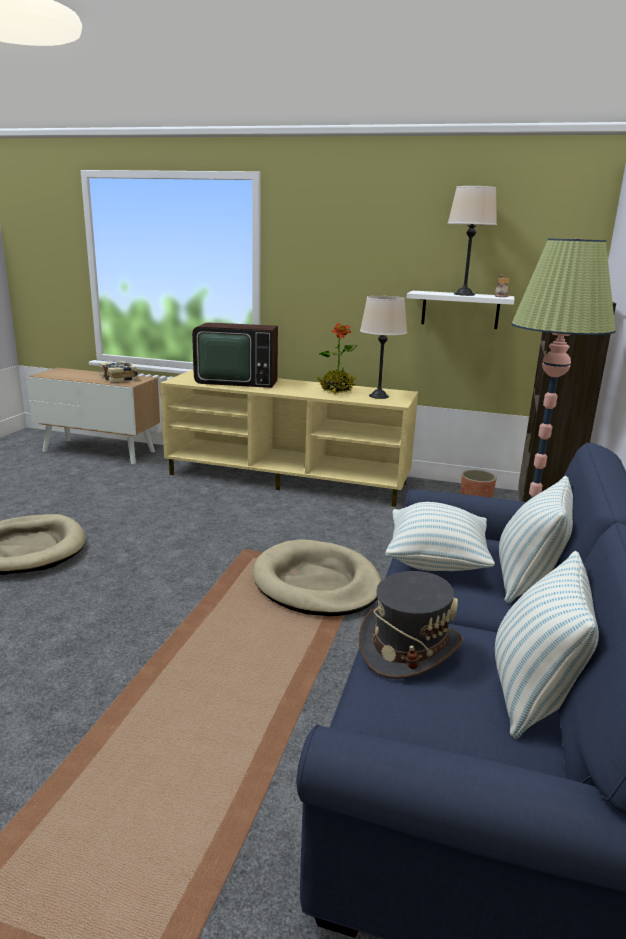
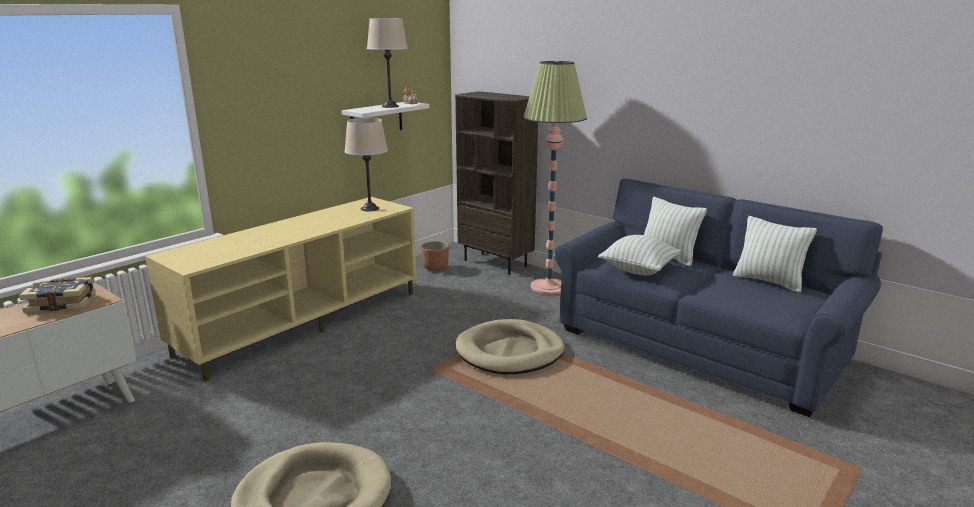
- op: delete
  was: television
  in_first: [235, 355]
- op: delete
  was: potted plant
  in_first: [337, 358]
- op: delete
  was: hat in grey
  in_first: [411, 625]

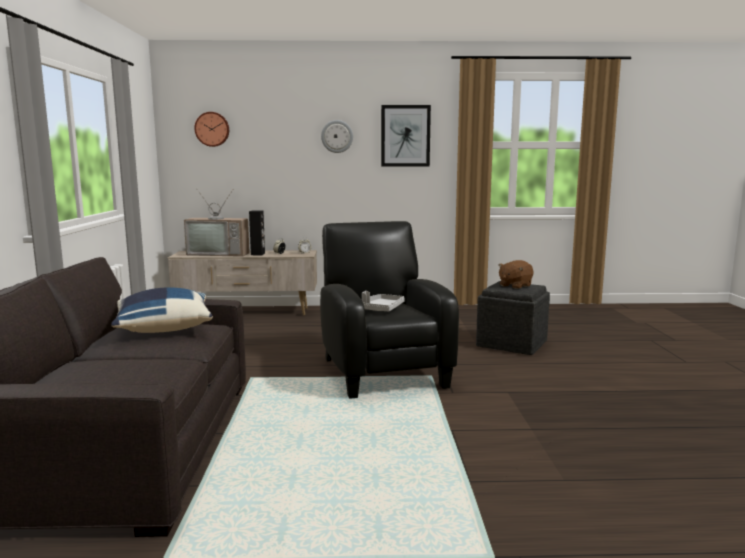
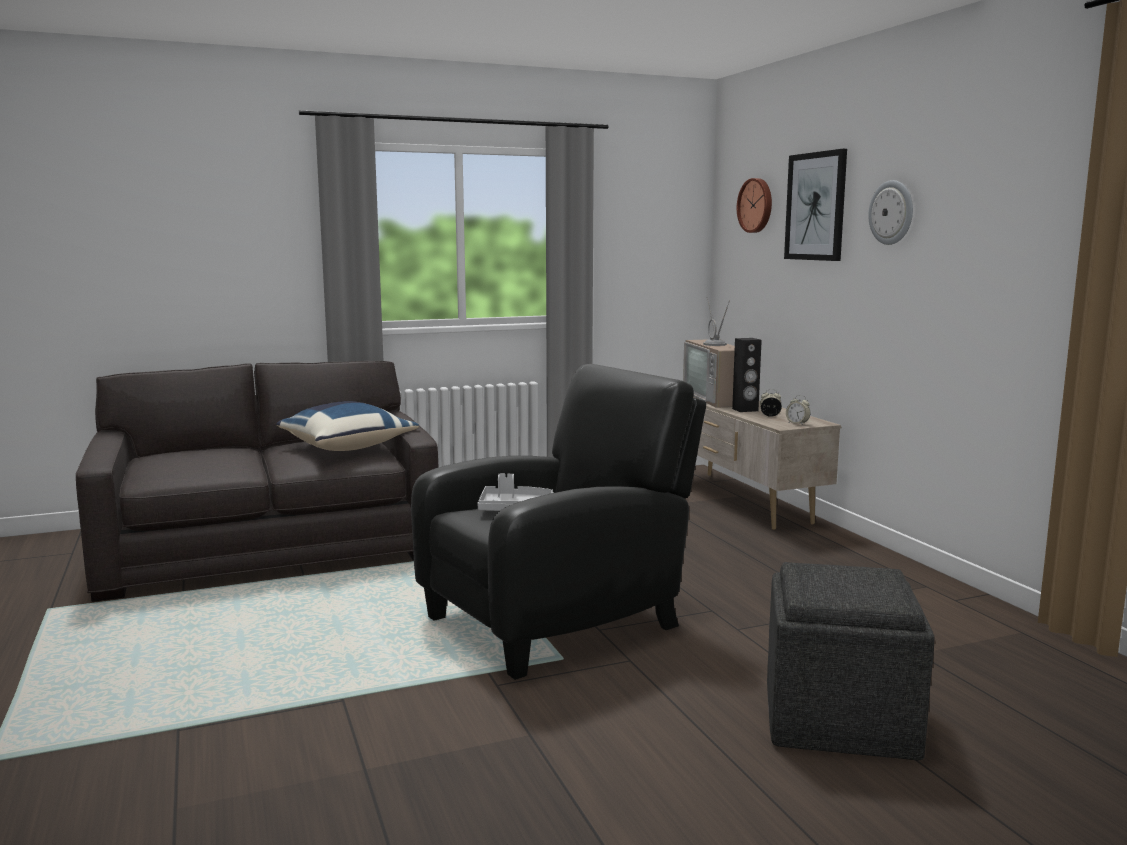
- op: move
  was: picture
  in_first: [406, 135]
  in_second: [815, 205]
- op: delete
  was: plush toy in brown
  in_first: [516, 274]

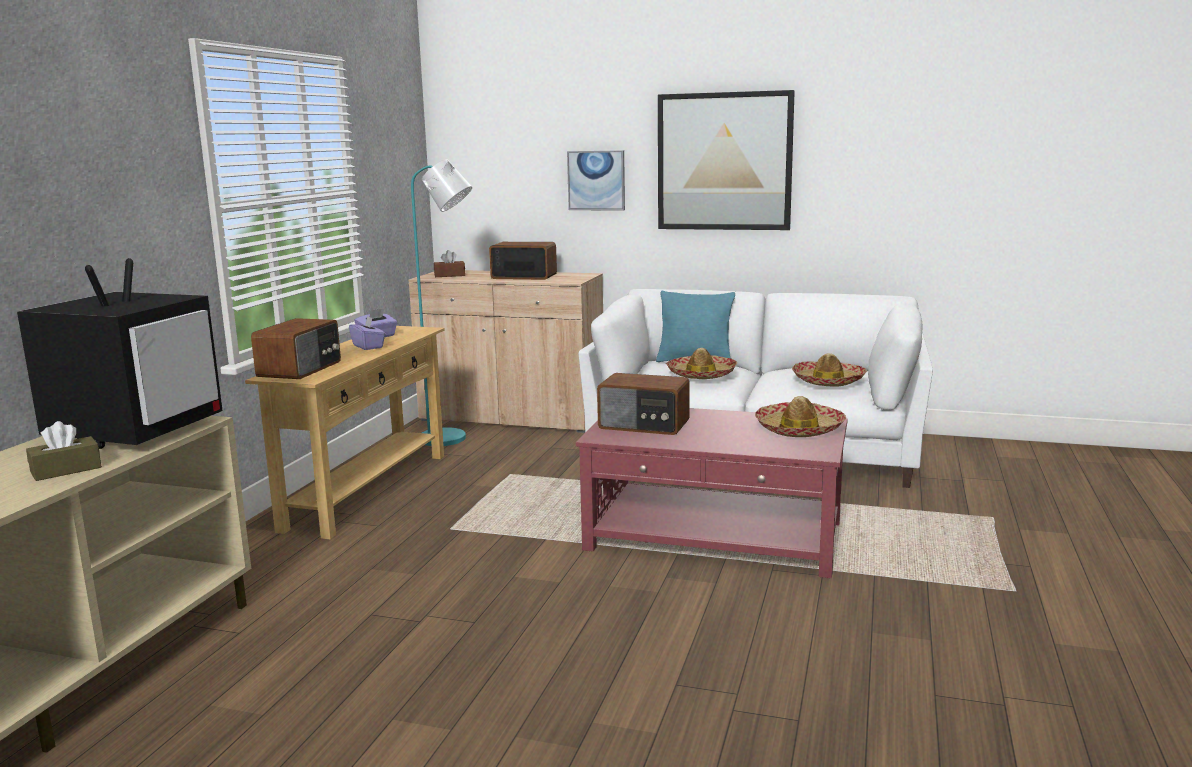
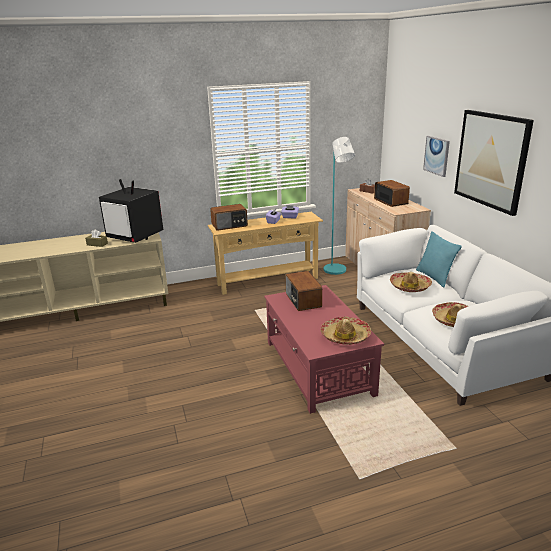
- op: rotate
  was: television
  in_first: [120, 353]
  in_second: [131, 211]
  clockwise: 45

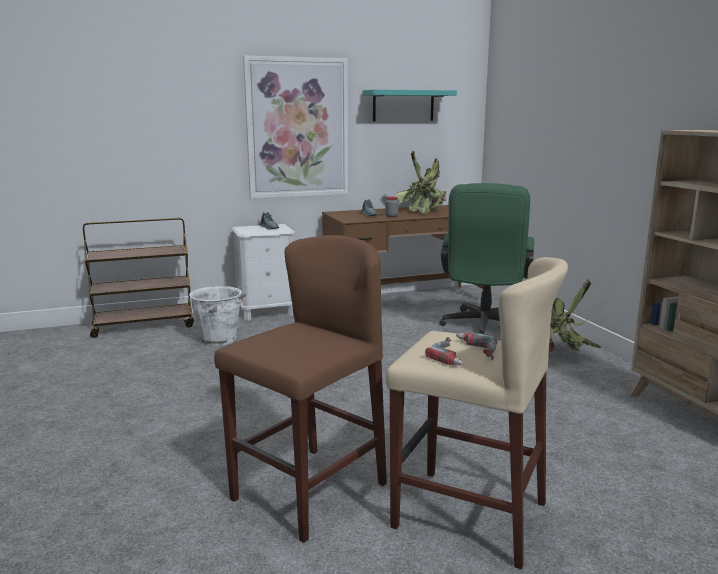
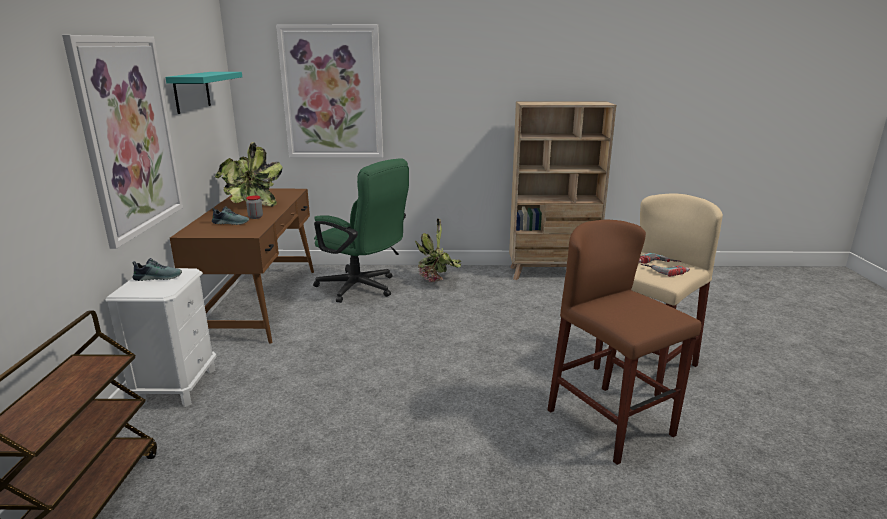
- op: delete
  was: bucket in white
  in_first: [217, 316]
- op: insert
  now: picture
  in_second: [329, 91]

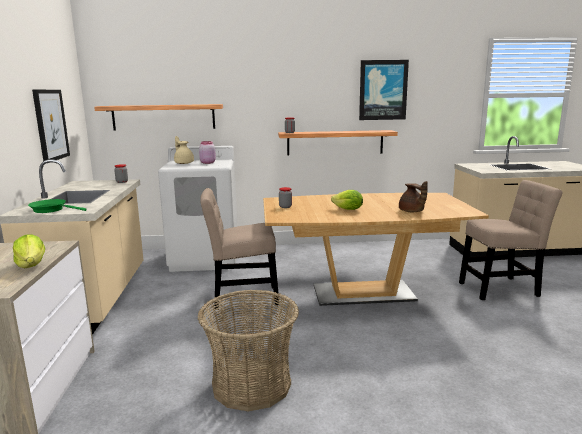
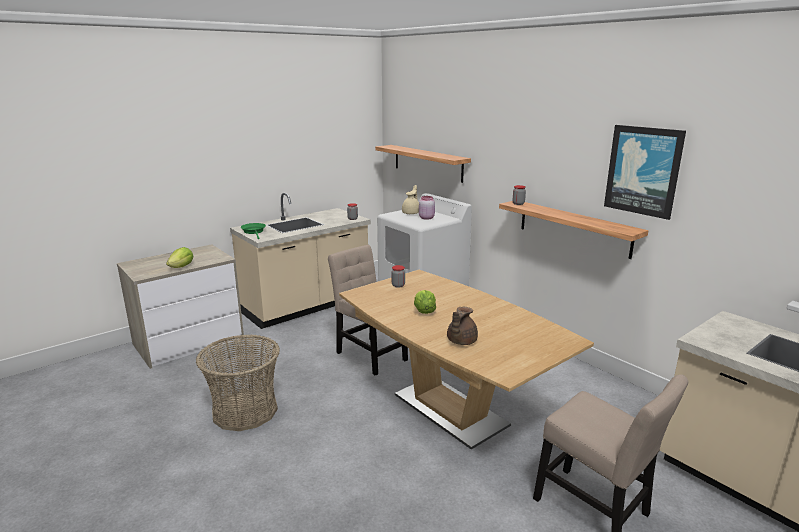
- op: delete
  was: picture
  in_first: [51, 126]

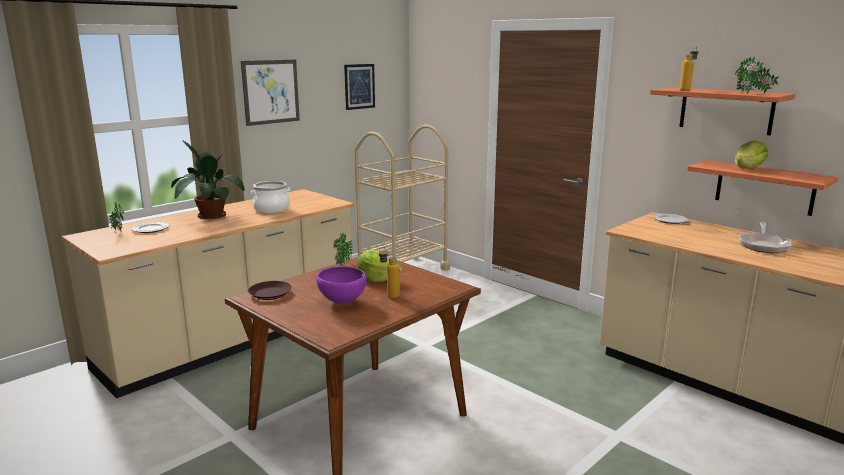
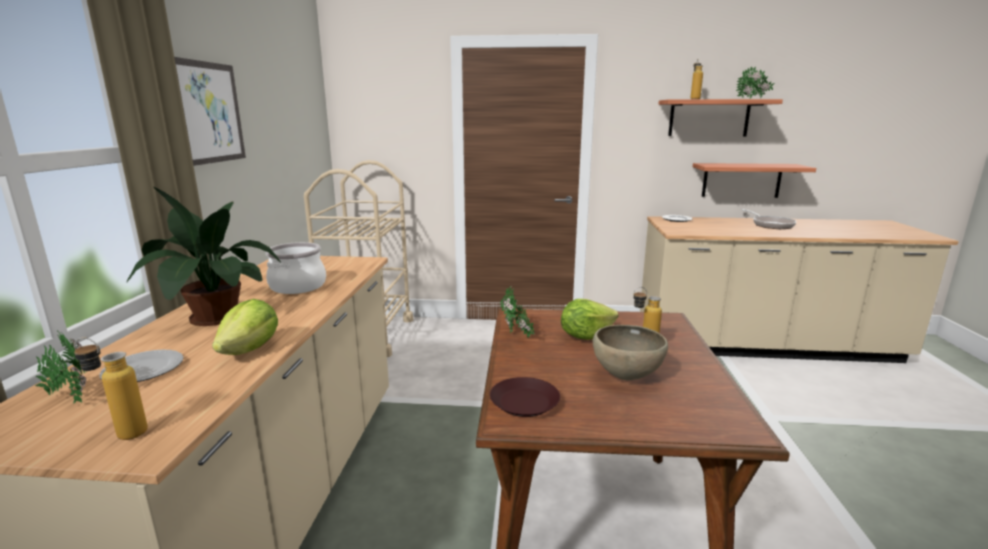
- op: recolor
  was: bowl in purple
  now: bowl in brown
  in_first: [341, 285]
  in_second: [630, 352]
- op: delete
  was: picture
  in_first: [359, 87]
- op: move
  was: lettuce
  in_first: [751, 154]
  in_second: [245, 327]
- op: insert
  now: bottle
  in_second: [111, 389]

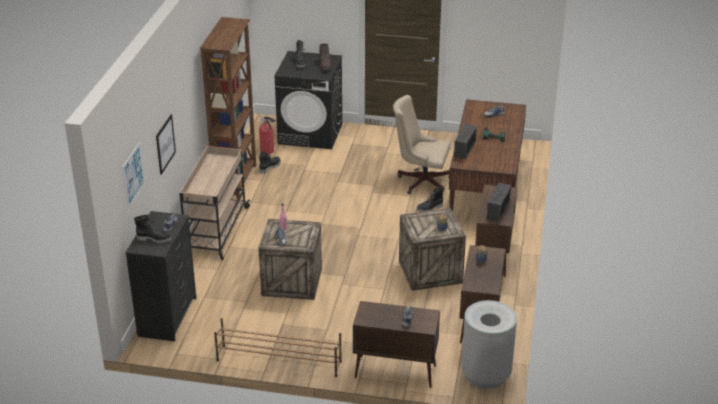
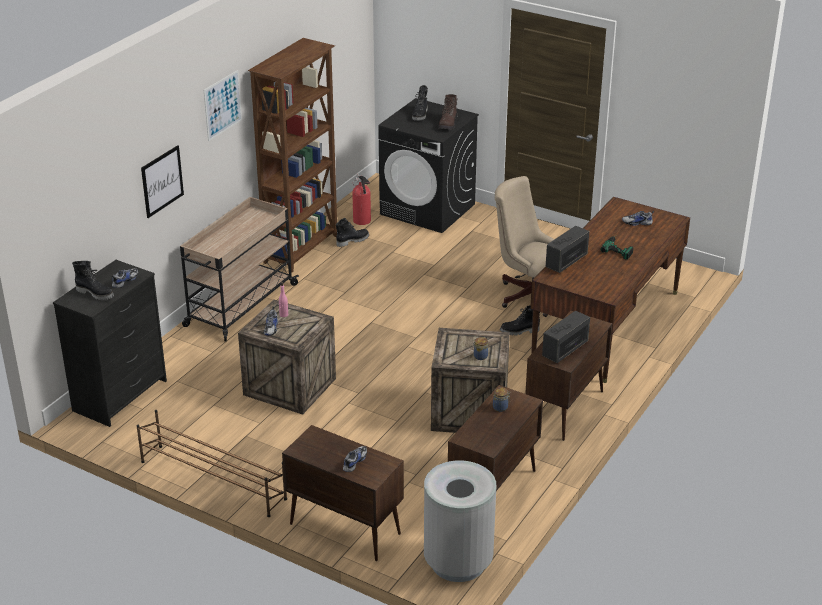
- op: move
  was: picture
  in_first: [133, 175]
  in_second: [223, 105]

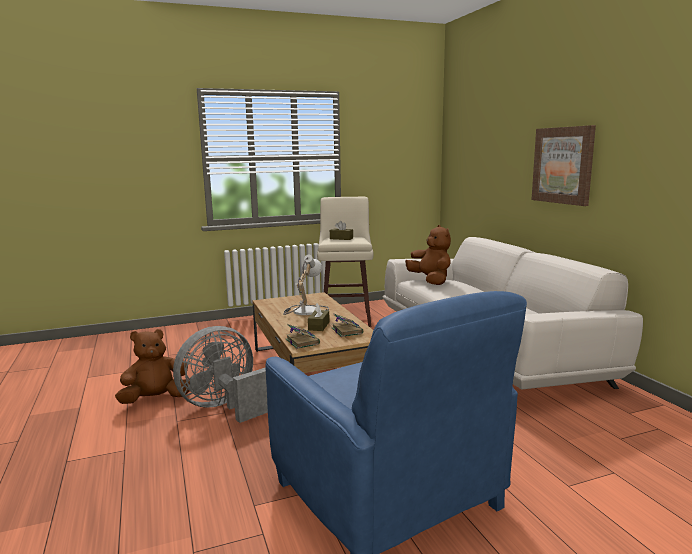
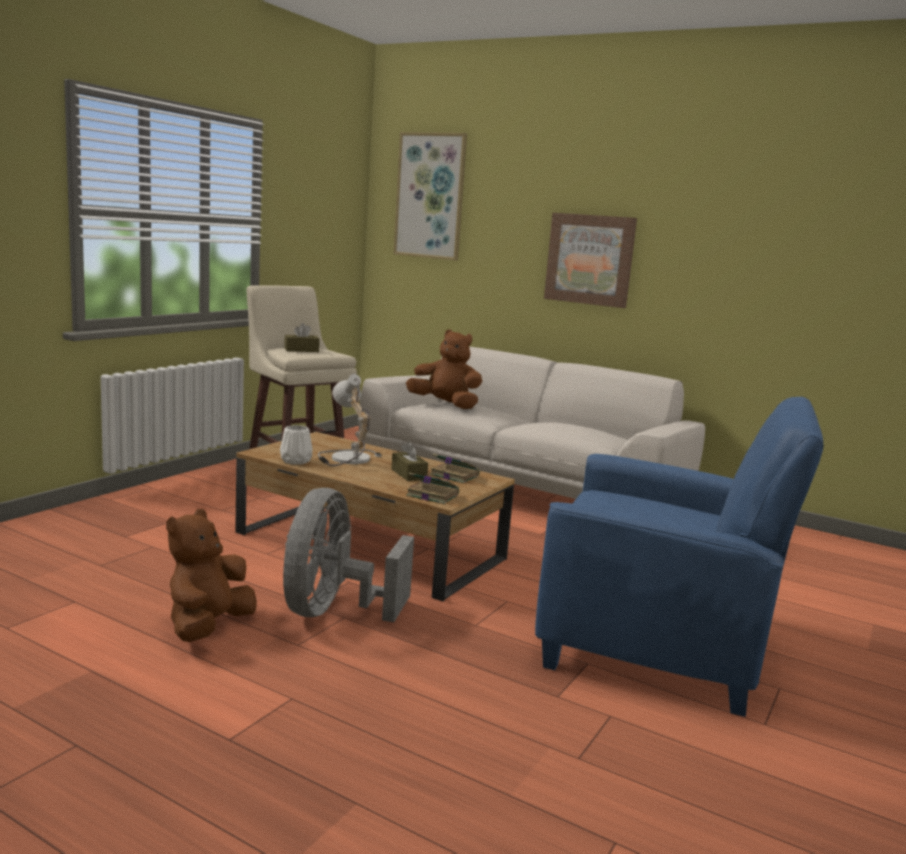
- op: insert
  now: vase in white
  in_second: [296, 445]
- op: insert
  now: picture
  in_second: [430, 196]

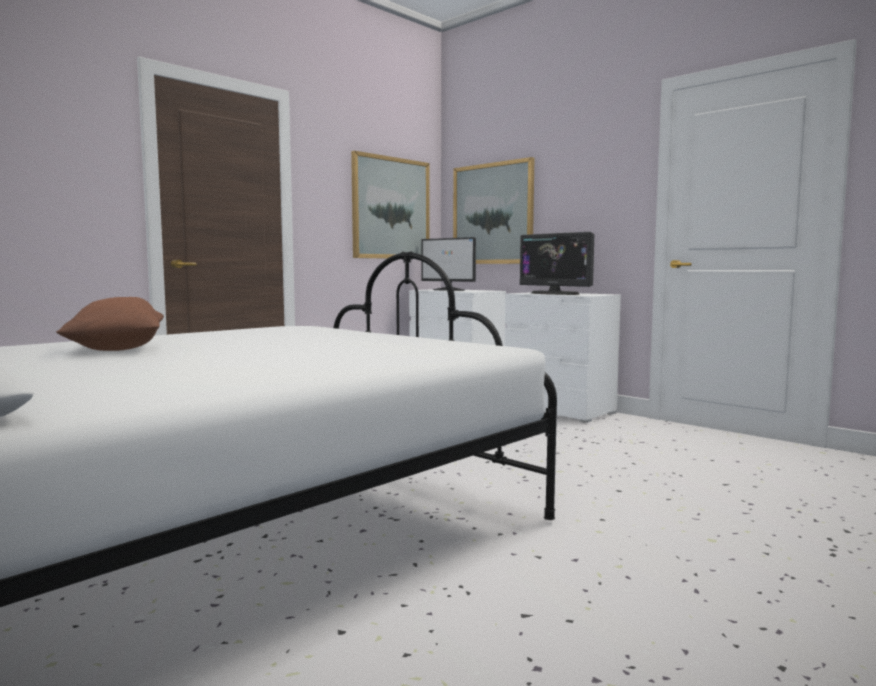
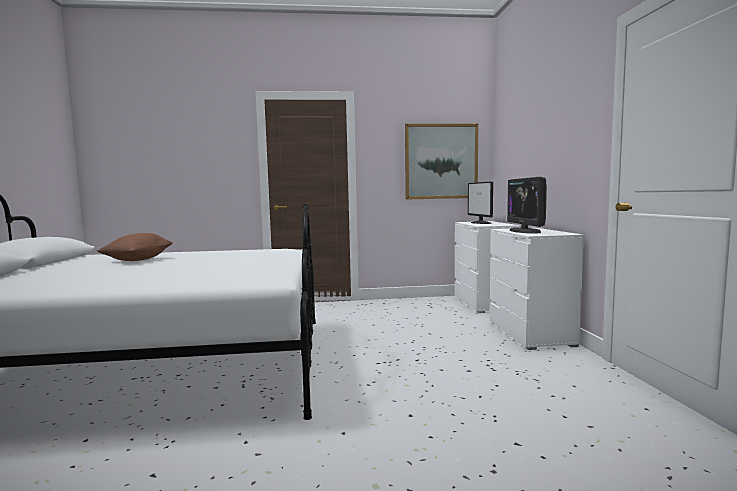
- op: delete
  was: picture
  in_first: [493, 210]

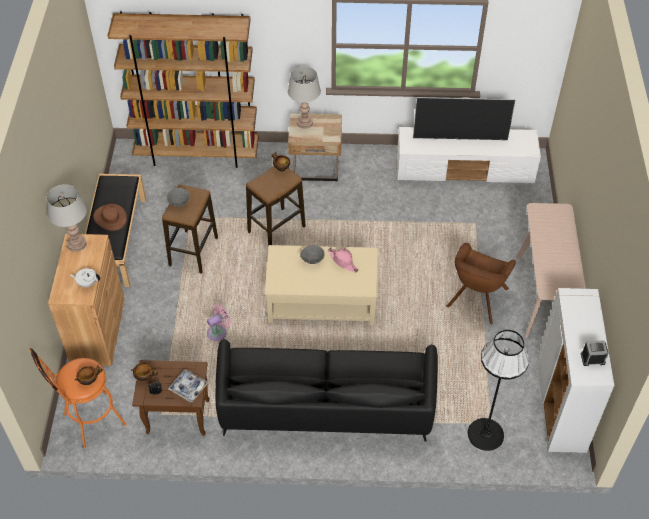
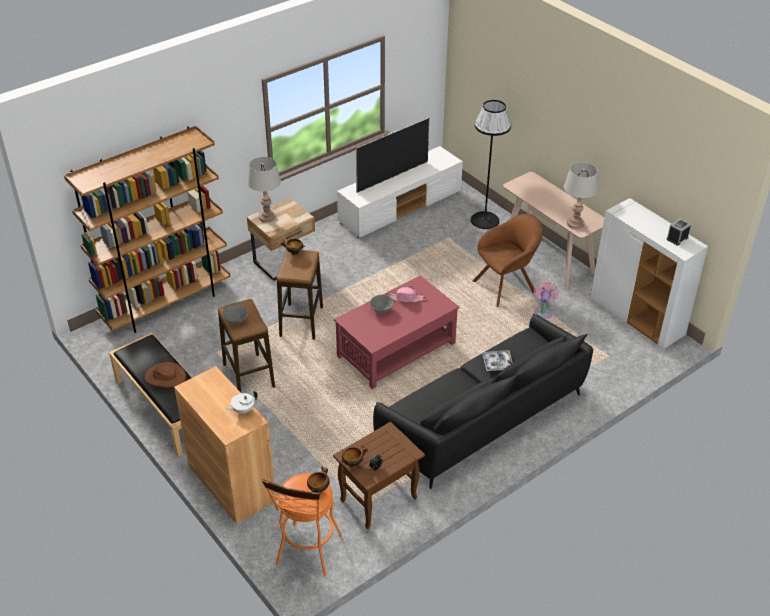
- op: move
  was: table lamp in grey
  in_first: [67, 218]
  in_second: [581, 195]
- op: move
  was: tray
  in_first: [188, 385]
  in_second: [497, 360]
- op: move
  was: fan in pink
  in_first: [219, 322]
  in_second: [546, 300]
- op: recolor
  was: coffee table in beige
  now: coffee table in red
  in_first: [321, 285]
  in_second: [396, 332]
- op: rotate
  was: armchair in brown
  in_first: [481, 284]
  in_second: [507, 260]
  clockwise: -105
- op: move
  was: floor lamp in black
  in_first: [498, 390]
  in_second: [490, 164]

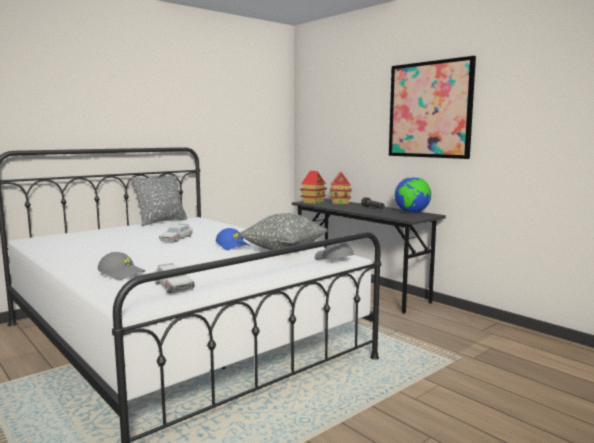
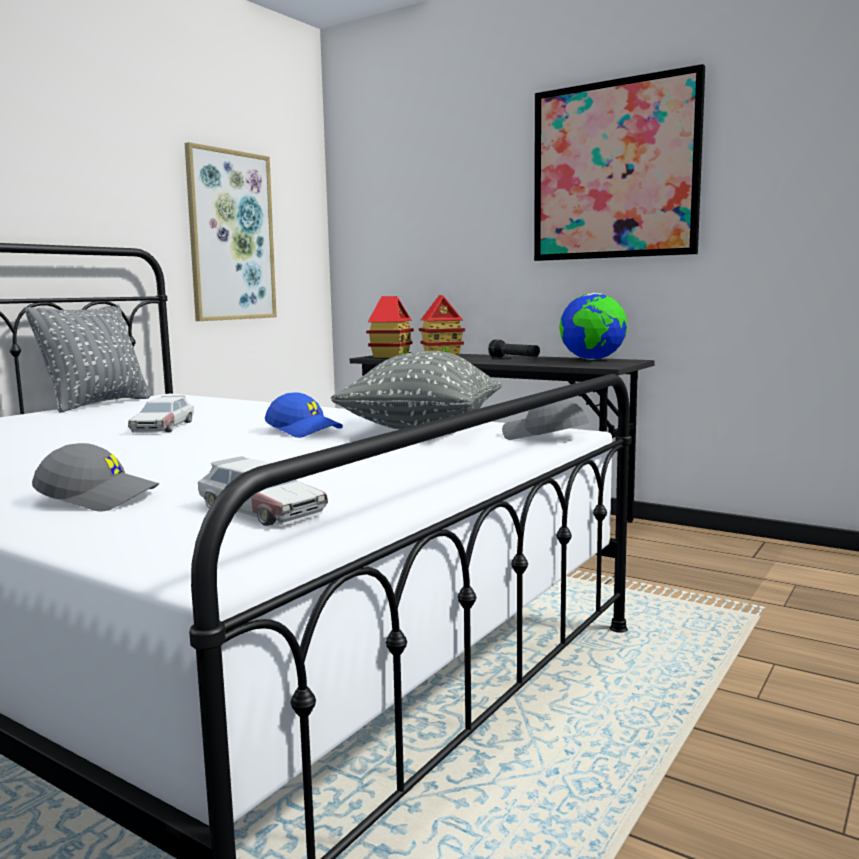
- op: insert
  now: picture
  in_second: [231, 231]

